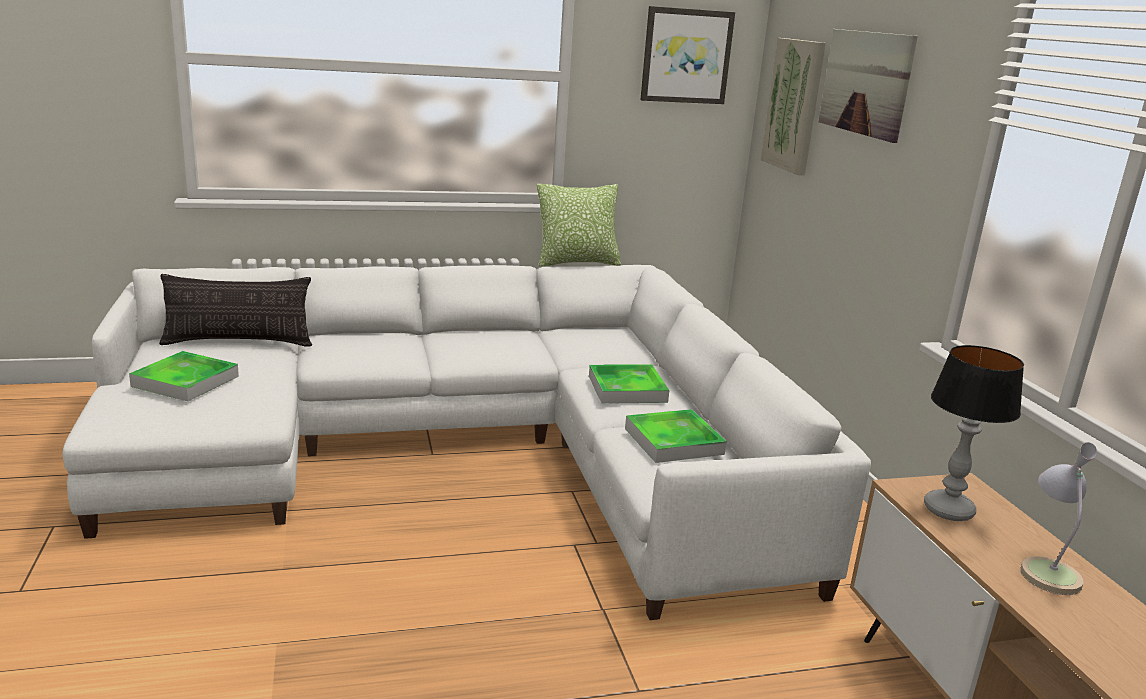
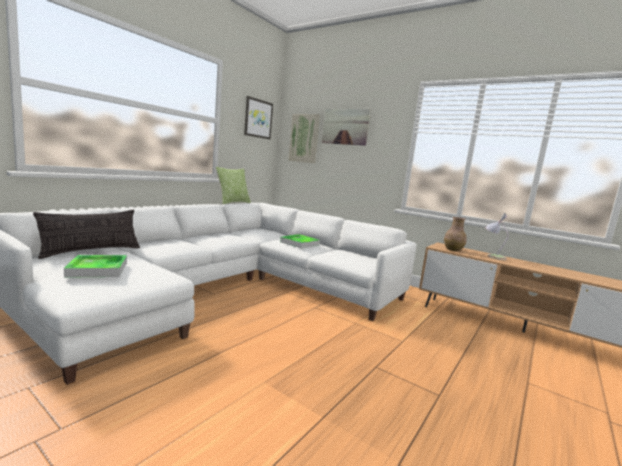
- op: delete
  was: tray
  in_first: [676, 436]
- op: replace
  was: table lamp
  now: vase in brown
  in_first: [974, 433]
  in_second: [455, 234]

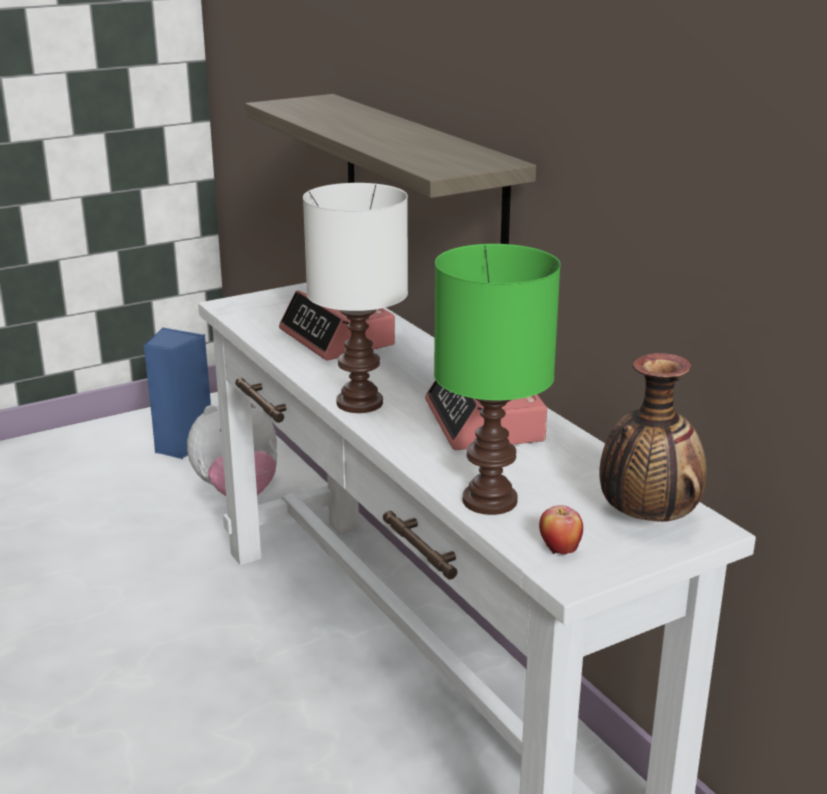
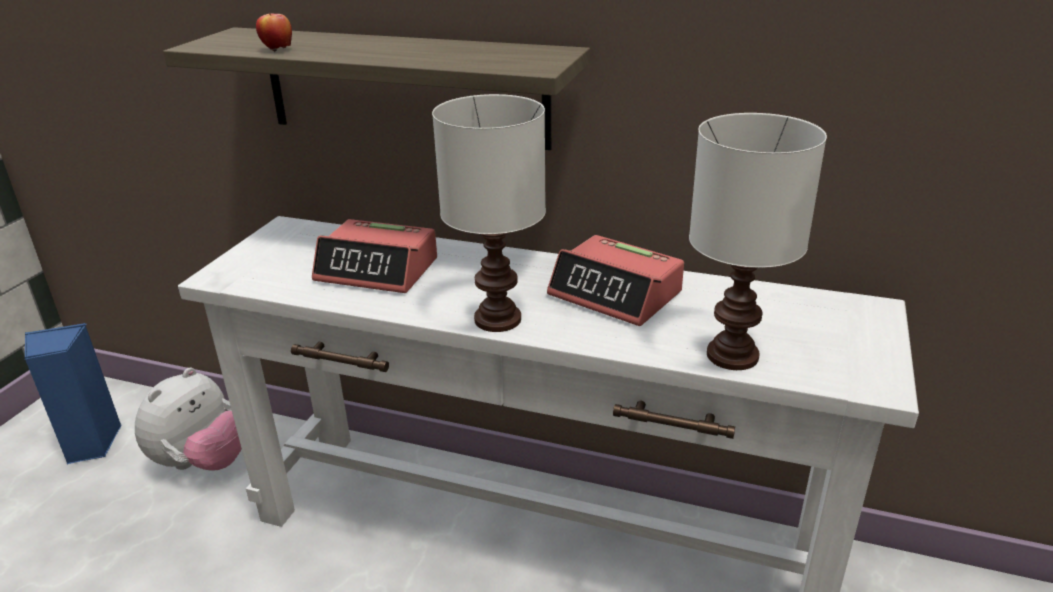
- op: recolor
  was: table lamp in green
  now: table lamp in white
  in_first: [497, 379]
  in_second: [758, 241]
- op: move
  was: apple
  in_first: [561, 530]
  in_second: [274, 32]
- op: delete
  was: vase
  in_first: [653, 437]

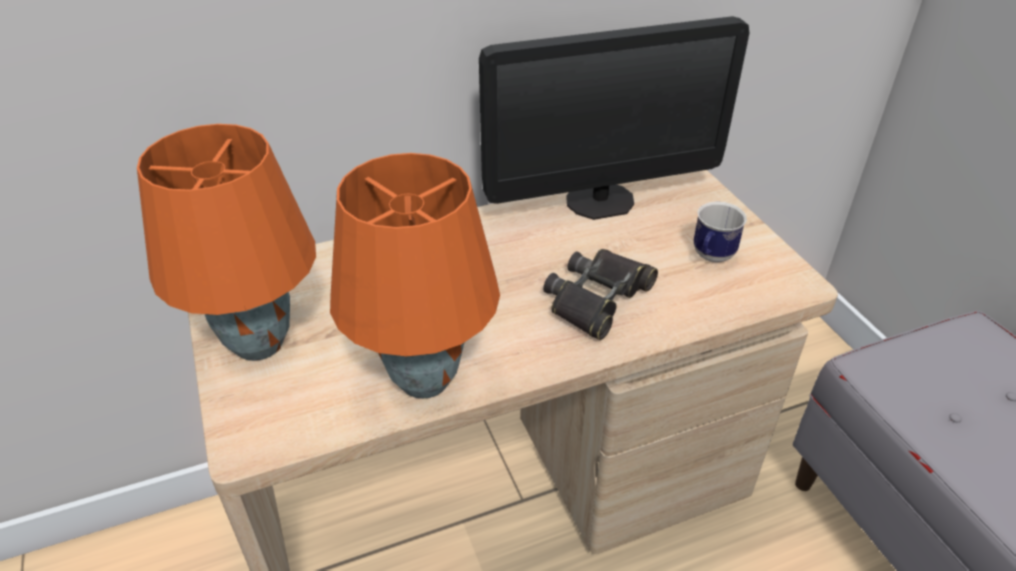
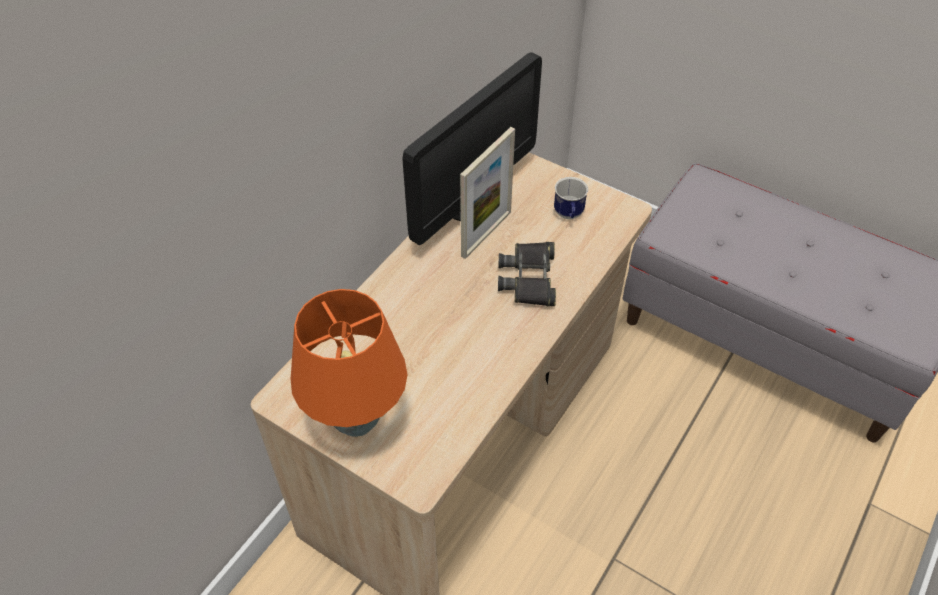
- op: delete
  was: table lamp in orange
  in_first: [415, 276]
- op: insert
  now: picture frame
  in_second: [487, 193]

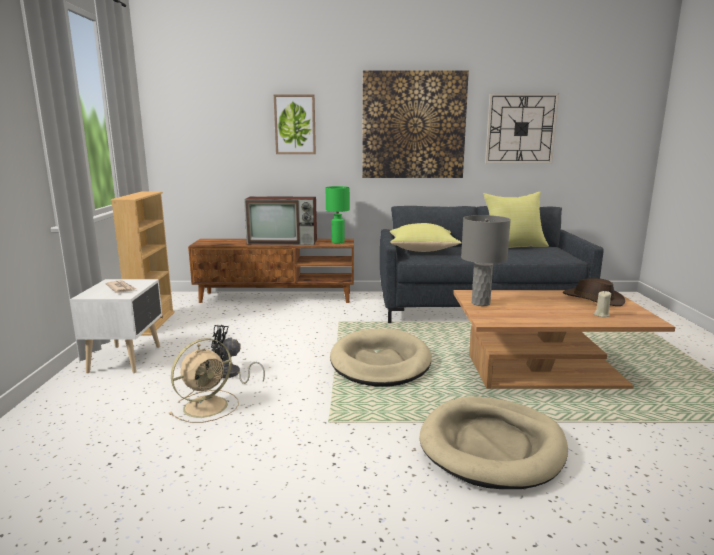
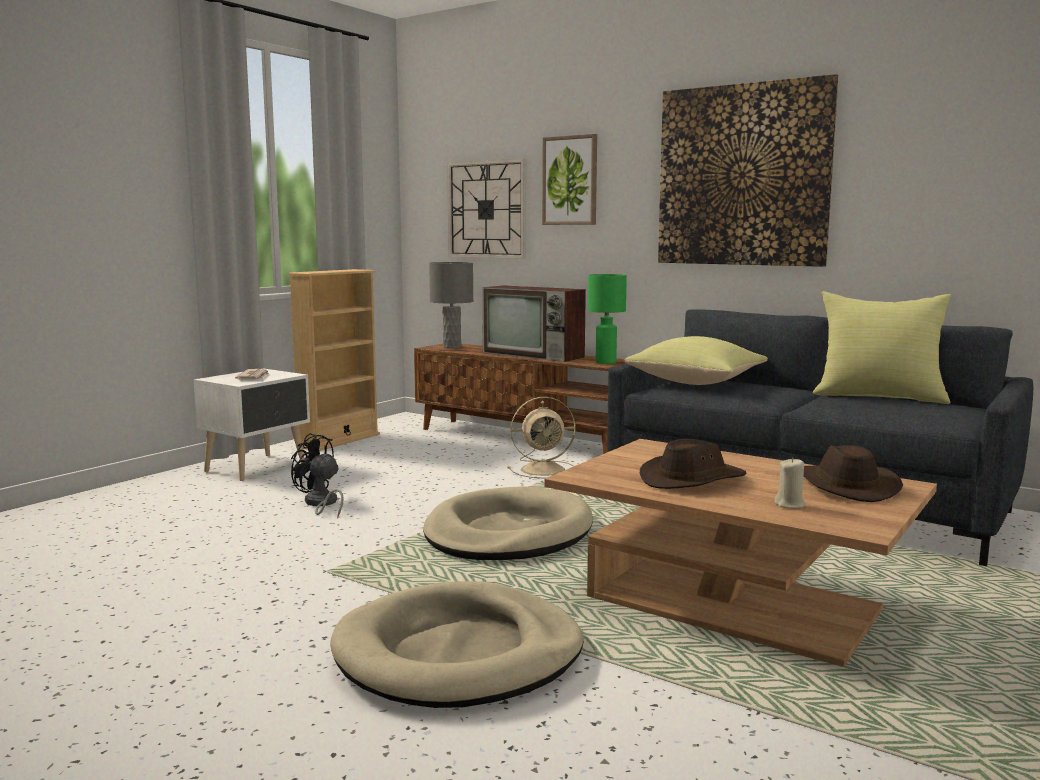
- op: move
  was: fan in beige
  in_first: [204, 380]
  in_second: [541, 437]
- op: move
  was: table lamp in grey
  in_first: [486, 260]
  in_second: [451, 305]
- op: move
  was: wall clock
  in_first: [522, 128]
  in_second: [486, 209]
- op: insert
  now: hat in brown
  in_second: [693, 464]

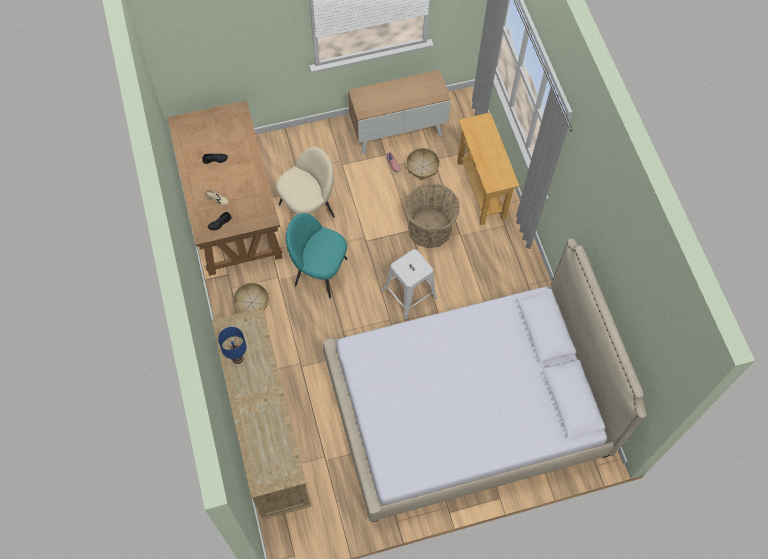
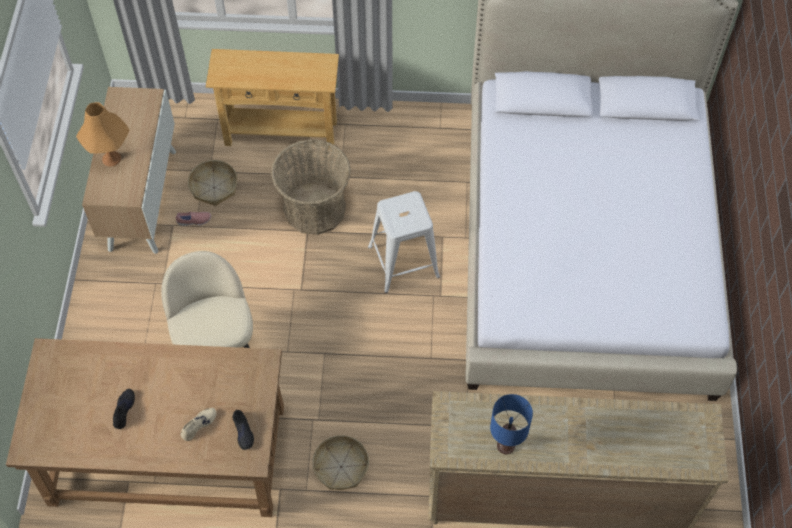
- op: delete
  was: chair in turquoise
  in_first: [317, 255]
- op: insert
  now: table lamp in orange
  in_second: [103, 134]

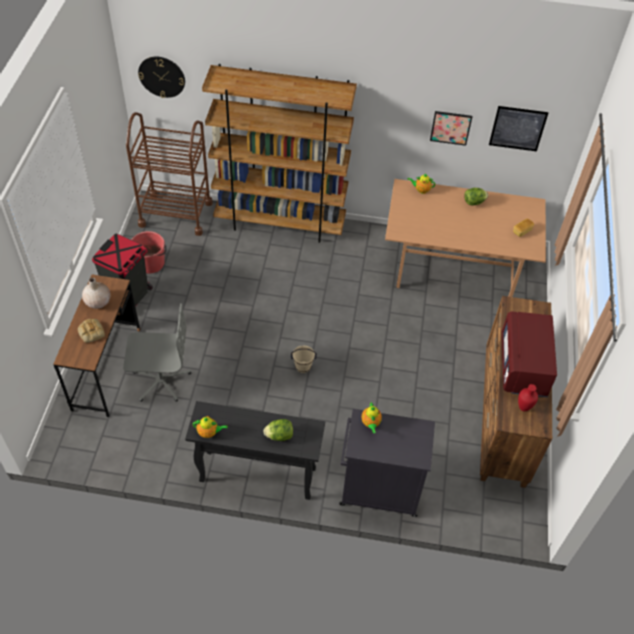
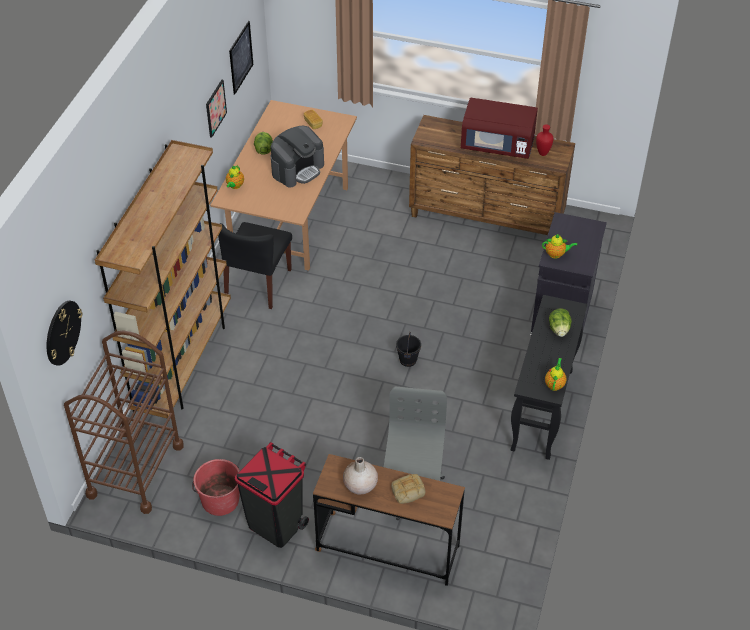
- op: recolor
  was: bucket in beige
  now: bucket in black
  in_first: [303, 359]
  in_second: [408, 349]
- op: insert
  now: chair in black
  in_second: [255, 265]
- op: insert
  now: coffee machine
  in_second: [297, 157]

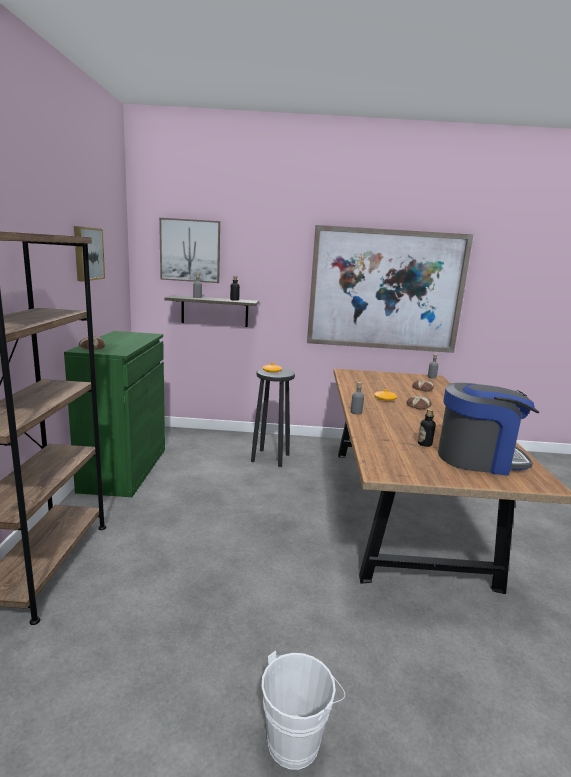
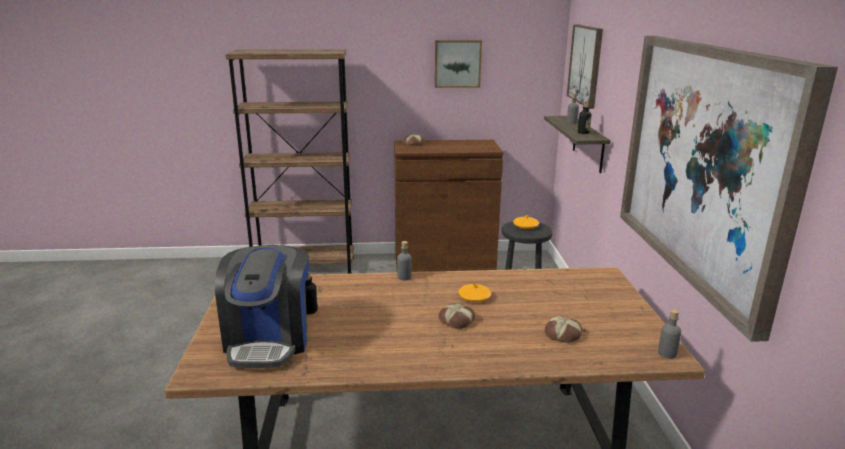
- op: recolor
  was: cabinet in green
  now: cabinet in brown
  in_first: [114, 414]
  in_second: [448, 206]
- op: delete
  was: bucket in white
  in_first: [303, 710]

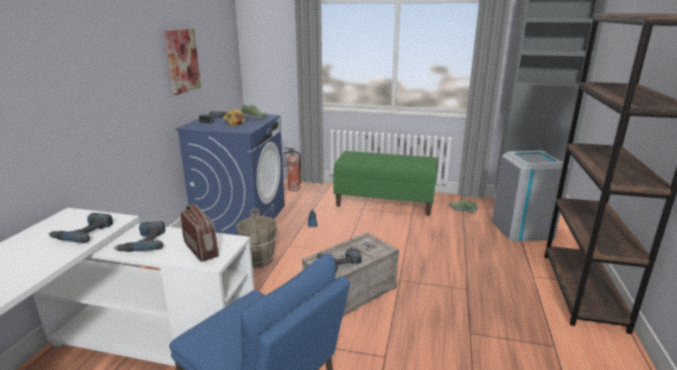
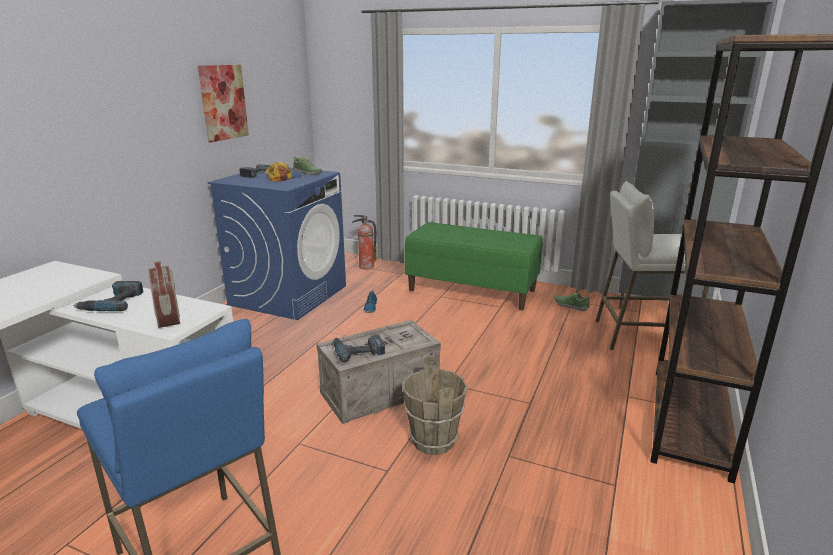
- op: delete
  was: power drill
  in_first: [81, 228]
- op: move
  was: bucket in brown
  in_first: [257, 238]
  in_second: [435, 405]
- op: replace
  was: trash can in grey
  now: stool in white
  in_first: [531, 196]
  in_second: [652, 265]

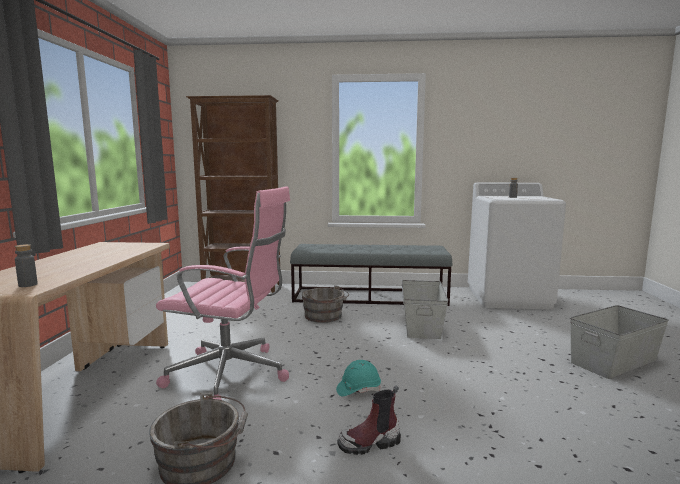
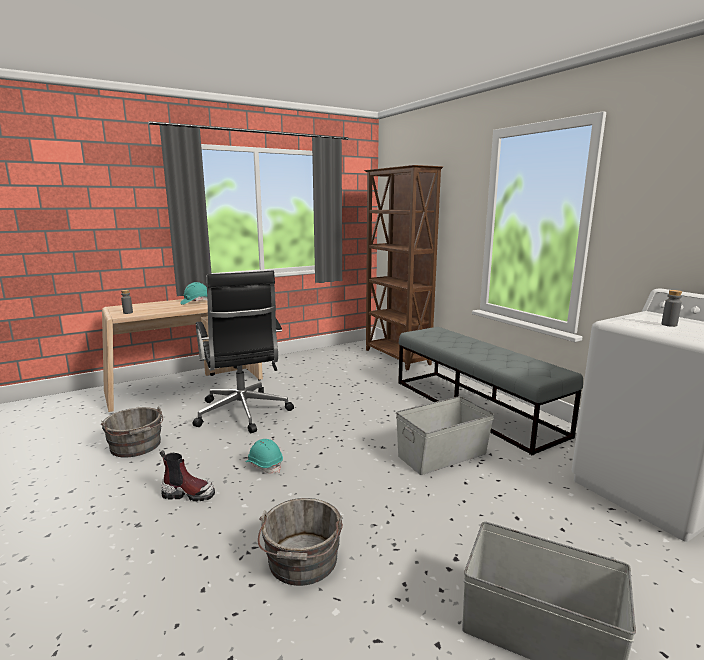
- op: recolor
  was: office chair in pink
  now: office chair in black
  in_first: [223, 293]
  in_second: [243, 352]
- op: move
  was: bucket in grey
  in_first: [325, 304]
  in_second: [300, 542]
- op: rotate
  was: boot
  in_first: [369, 420]
  in_second: [187, 475]
  clockwise: 150
- op: insert
  now: hard hat in turquoise
  in_second: [193, 293]

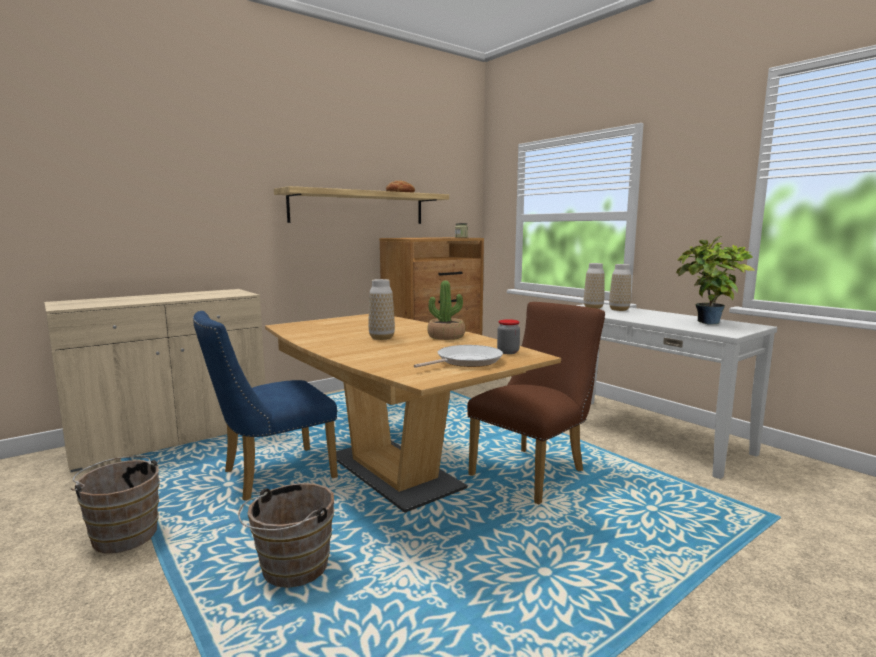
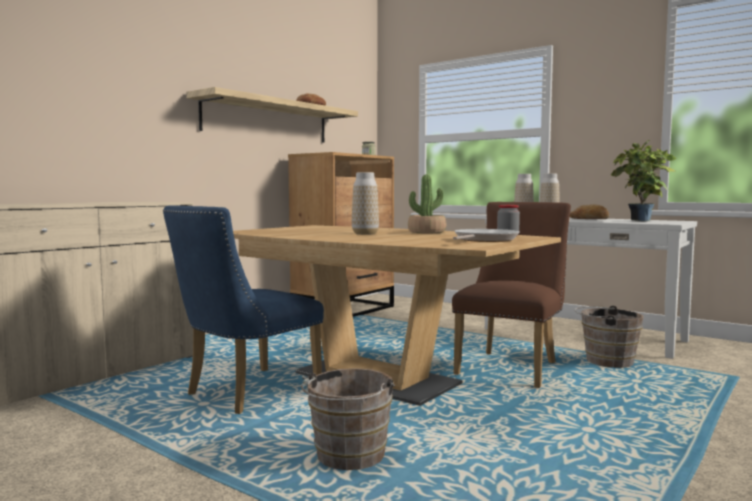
- op: move
  was: bucket in brown
  in_first: [115, 504]
  in_second: [609, 337]
- op: insert
  now: bread
  in_second: [589, 211]

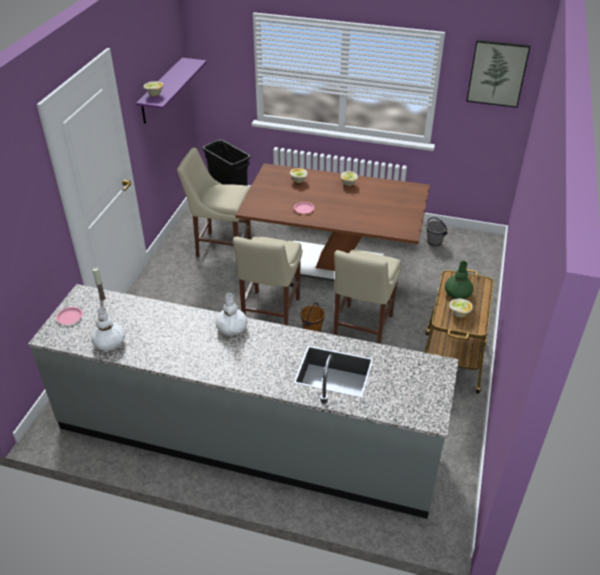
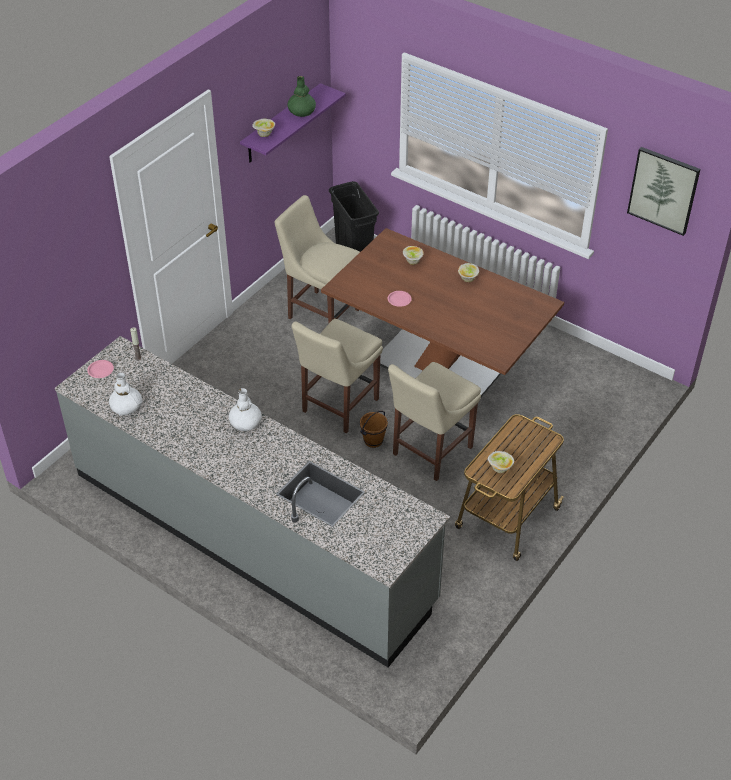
- op: delete
  was: bucket in grey
  in_first: [437, 232]
- op: move
  was: vase in green
  in_first: [459, 280]
  in_second: [301, 96]

